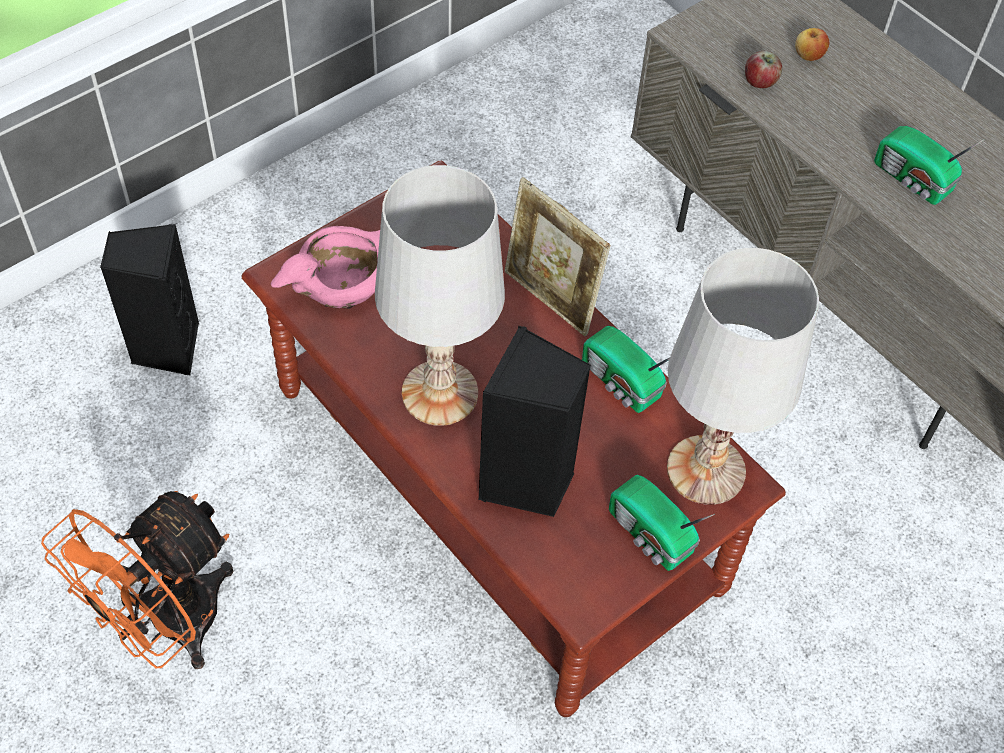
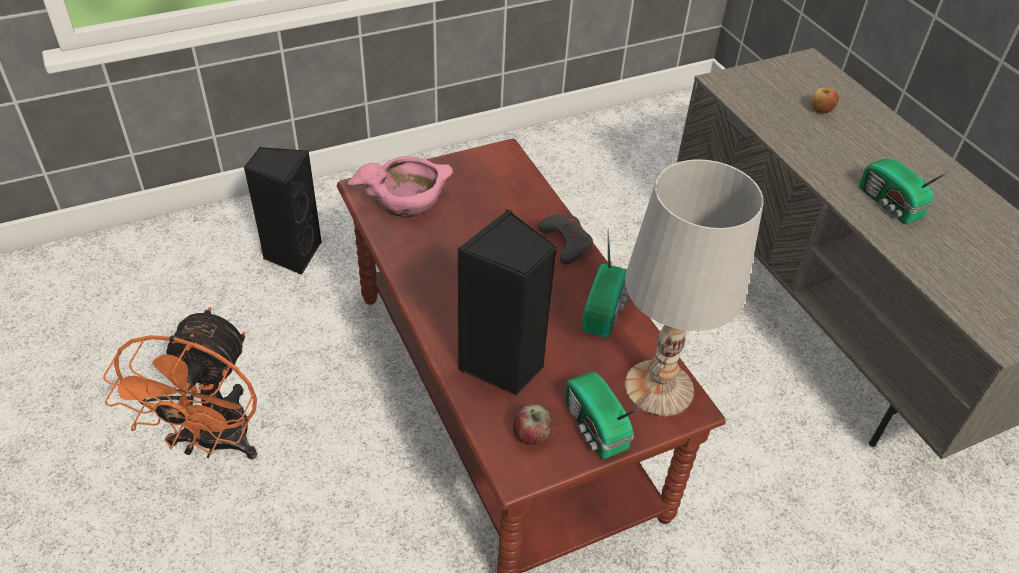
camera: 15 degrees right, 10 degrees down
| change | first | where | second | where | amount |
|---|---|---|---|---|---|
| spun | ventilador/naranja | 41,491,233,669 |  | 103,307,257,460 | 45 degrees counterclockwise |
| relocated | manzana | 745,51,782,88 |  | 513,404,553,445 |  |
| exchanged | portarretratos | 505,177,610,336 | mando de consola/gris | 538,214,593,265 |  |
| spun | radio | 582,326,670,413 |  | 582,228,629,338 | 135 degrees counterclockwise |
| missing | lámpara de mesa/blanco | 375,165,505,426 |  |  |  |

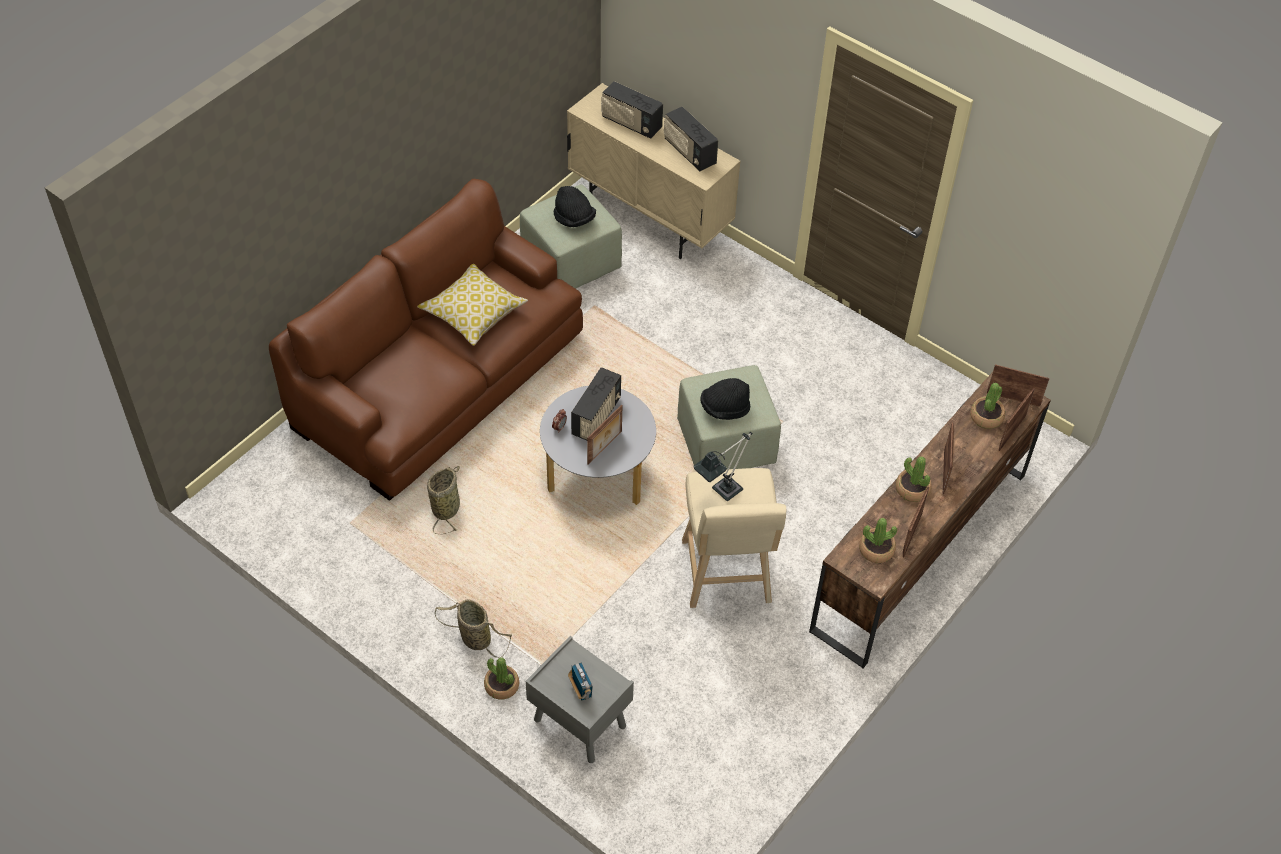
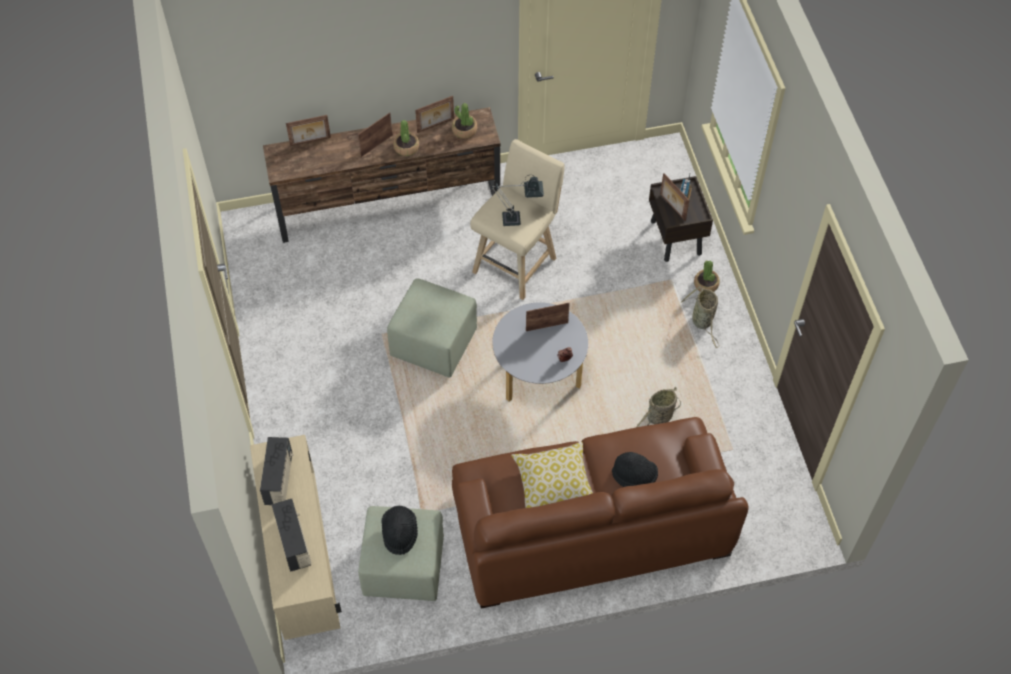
camera: 140 degrees left, 5 degrees up
| change | first | where | second | where | amount |
|---|---|---|---|---|---|
| relocated | sombrero/negro | 700,378,750,420 |  | 612,452,658,487 |  |
| colour | mesita de noche/gris | 526,636,634,763 | mesita de noche/marrón | 649,176,713,262 |  |
| relocated | portarretratos | 987,364,1050,407 |  | 660,173,689,221 |  |
| missing | radio | 571,367,621,440 |  |  |  |
| missing | planta en maceta | 970,383,1005,429 |  |  |  |

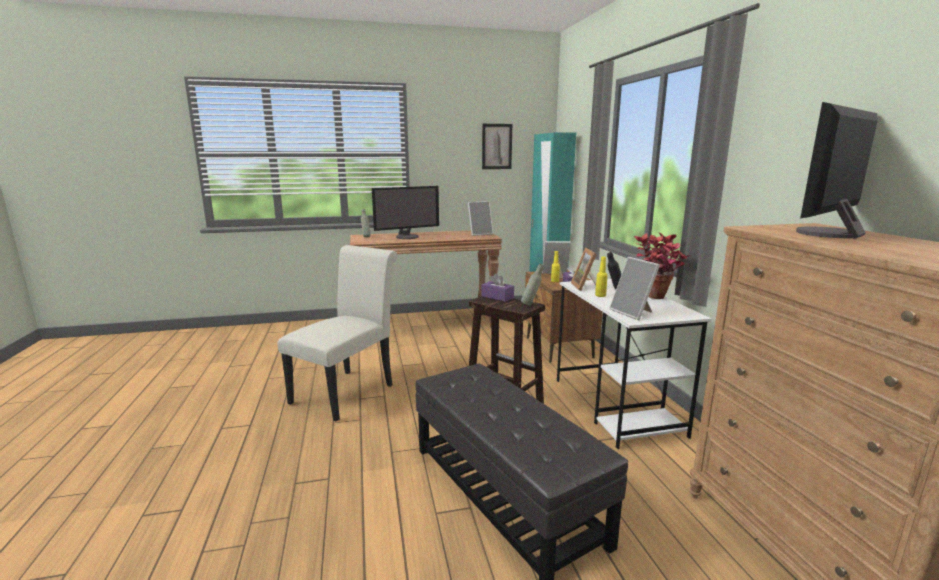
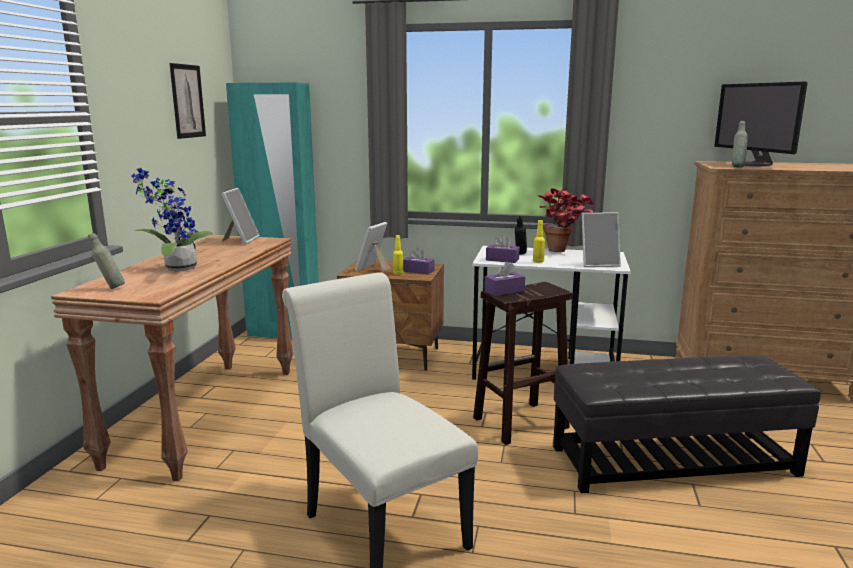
camera: 65 degrees left, 0 degrees up
| change | first | where | second | where | amount |
|---|---|---|---|---|---|
| exchanged | monitor | 372,186,439,239 | planta en maceta | 131,168,213,272 |  |
| exchanged | portarretratos | 571,248,597,291 | caja de pañuelos/morado | 486,235,520,263 |  |
| relocated | botella/gris | 521,264,544,306 |  | 732,121,748,168 |  |

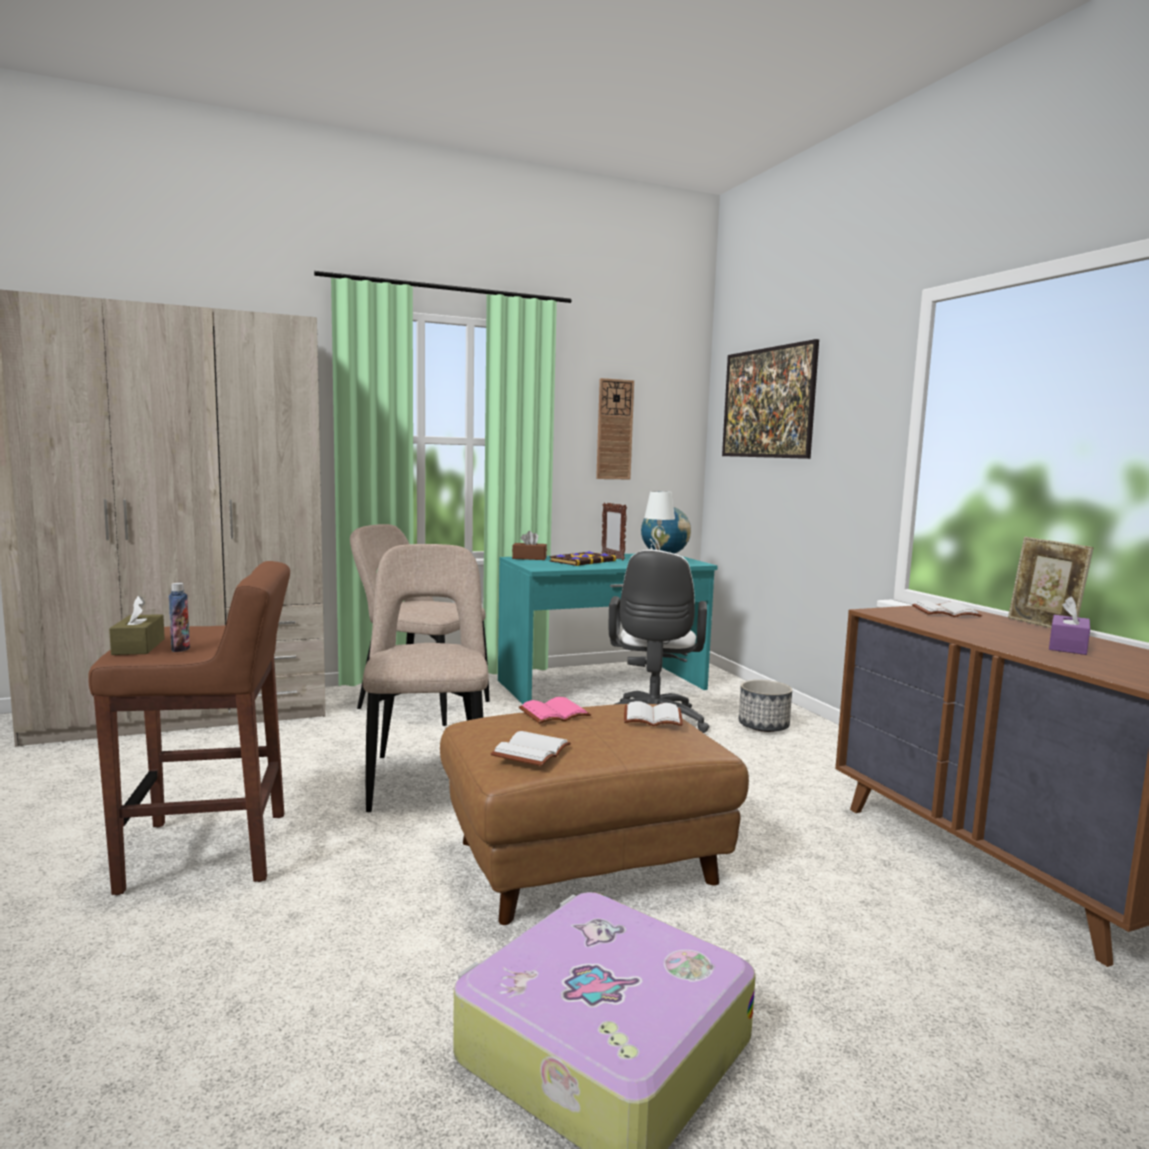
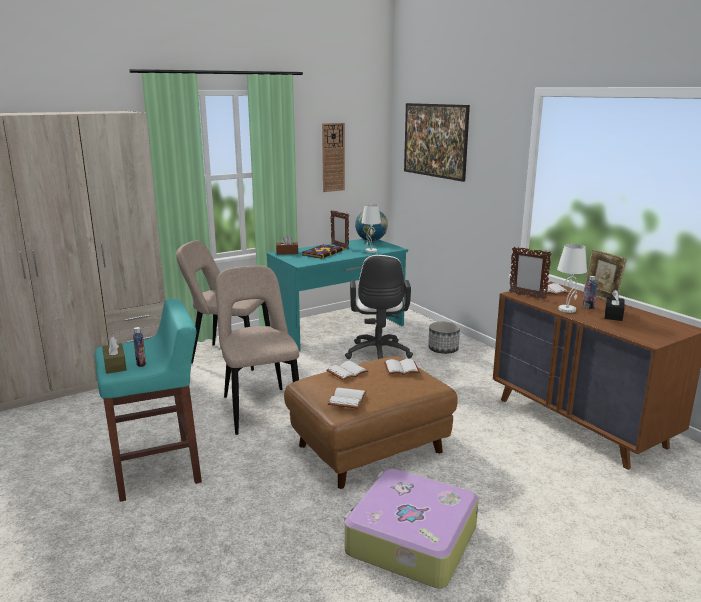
camera: 10 degrees left, 10 degrees up
| change | first | where | second | where | amount |
|---|---|---|---|---|---|
| colour | taburete/marrón | 88,561,290,895 | taburete/turquesa | 95,299,202,502 |  |
| colour | libro/rosa | 519,697,591,724 | libro/blanco | 327,361,368,380 |  |
| appeared |  |  | portarretratos | 509,247,552,299 |  |
| appeared |  |  | lámpara de mesa/blanco | 557,244,587,313 |  |
| appeared |  |  | botella | 583,276,597,309 |  |
| colour | caja de pañuelos/morado | 1049,596,1090,655 | caja de pañuelos/negro | 605,290,625,321 |  |

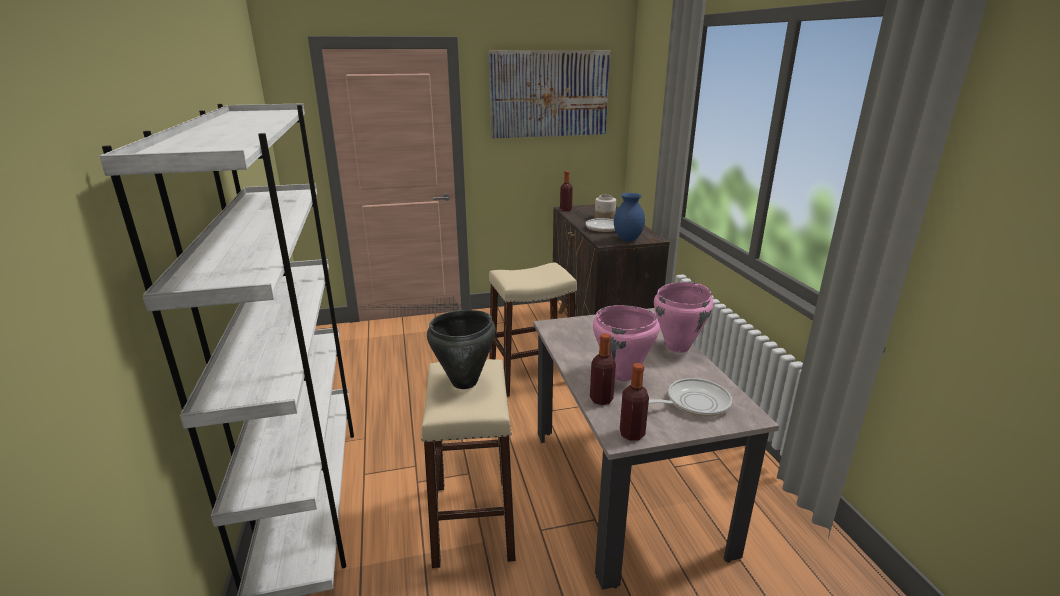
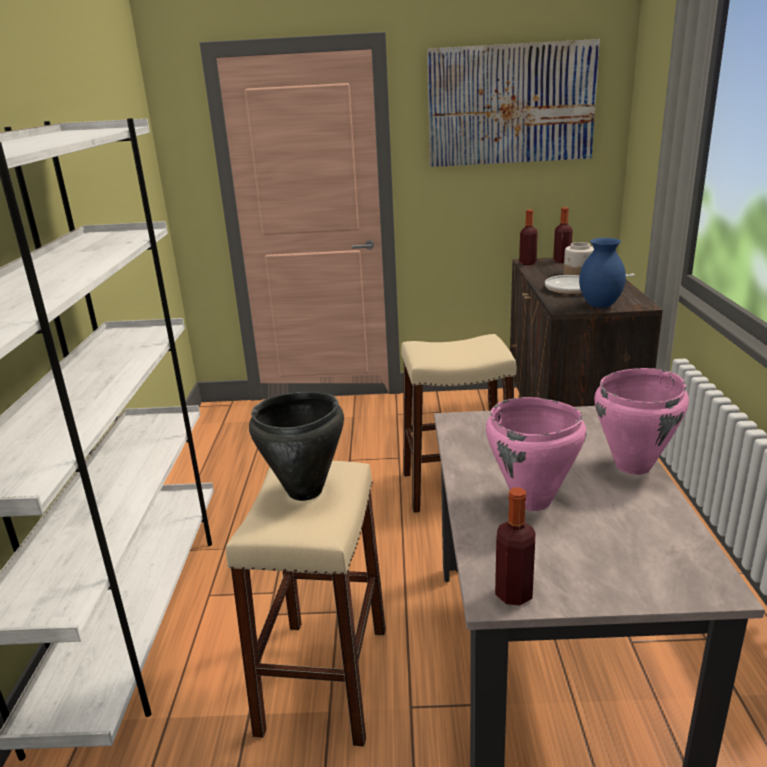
camera: 15 degrees right, 0 degrees up
| change | first | where | second | where | amount |
|---|---|---|---|---|---|
| relocated | botella | 590,333,616,405 |  | 553,207,573,263 |  |
| missing | sartén | 649,378,732,417 |  |  |  |

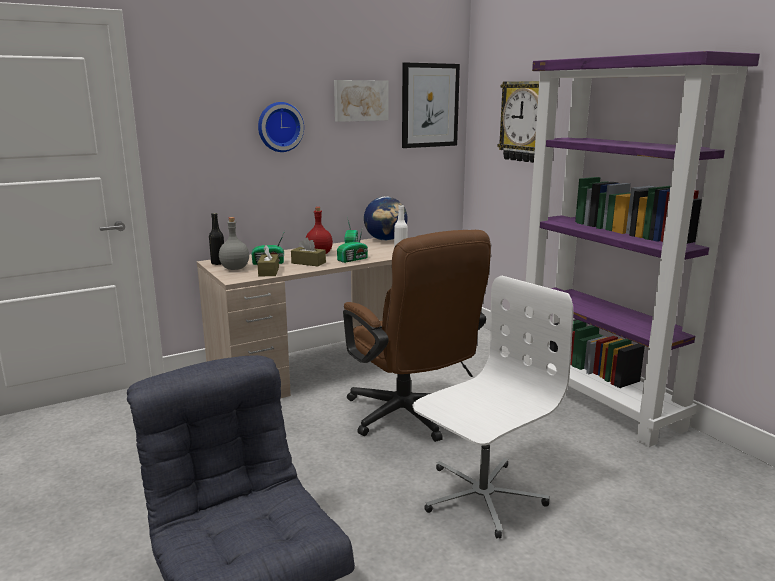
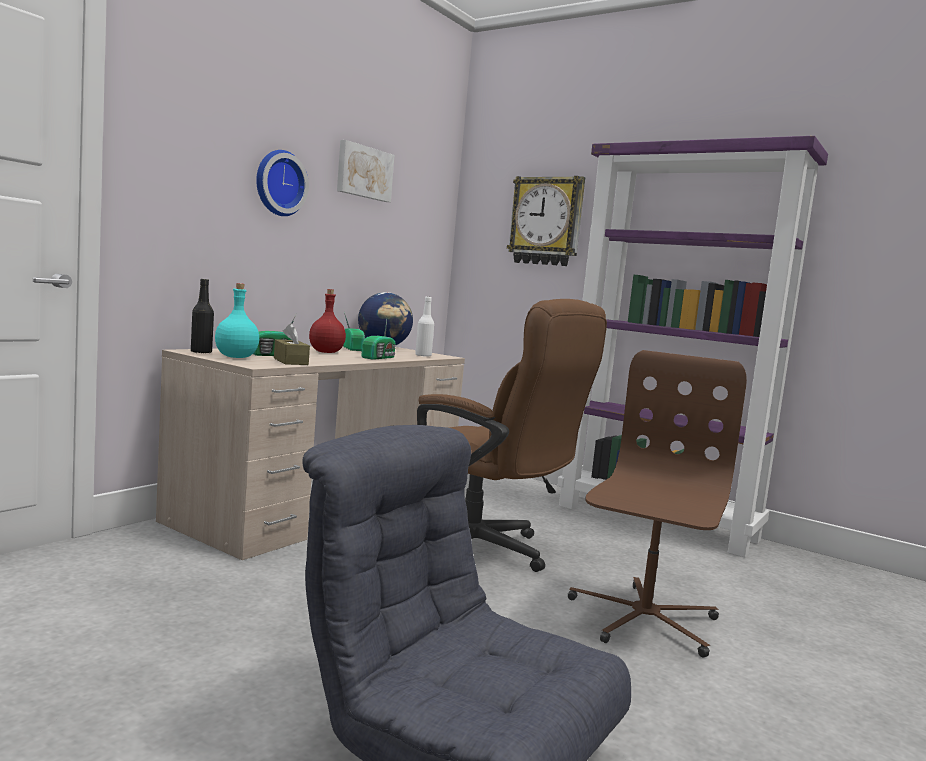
camera: 25 degrees left, 10 degrees down
| change | first | where | second | where | amount |
|---|---|---|---|---|---|
| colour | botella/gris | 219,217,249,270 | botella/turquesa | 215,283,259,358 |  |
| colour | silla de oficina/blanco | 412,276,573,539 | silla de oficina/marrón | 568,350,747,658 |  |
| missing | caja de pañuelos/marrón | 291,238,326,266 |  |  |  |
| missing | cuadro | 402,63,460,148 |  |  |  |

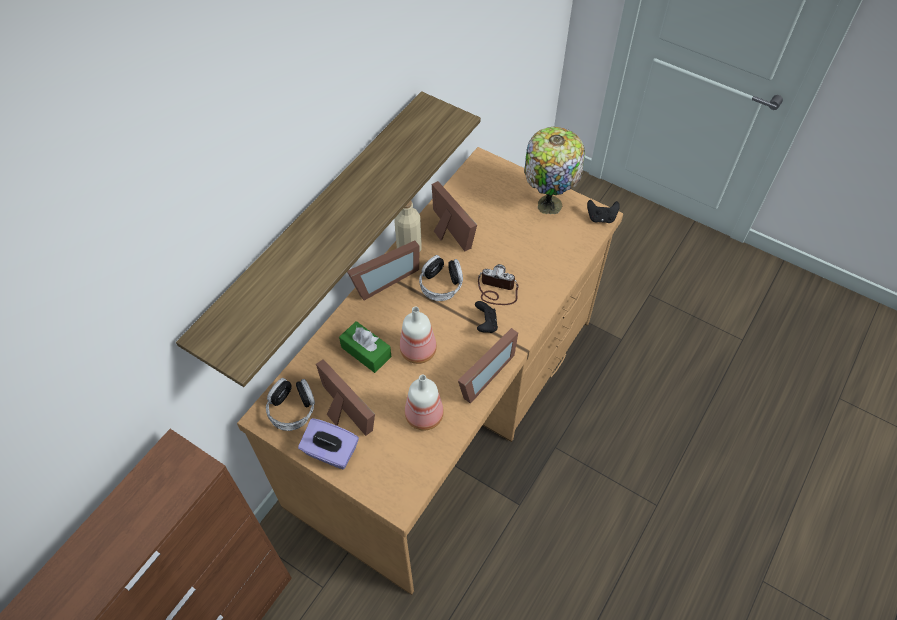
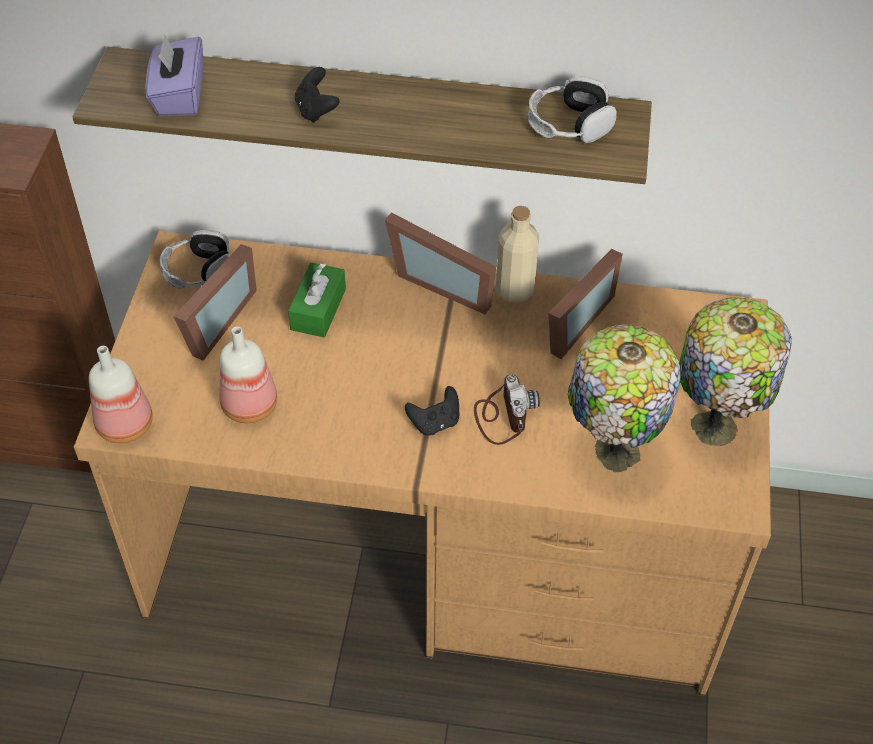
camera: 65 degrees right, 5 degrees down
| change | first | where | second | where | amount |
|---|---|---|---|---|---|
| relocated | botella | 400,306,437,364 |  | 89,346,153,444 |  |
| relocated | caja de pañuelos/morado | 298,418,359,470 |  | 145,34,203,116 |  |
| relocated | mando de consola/negro | 587,200,620,223 |  | 295,67,339,123 |  |
| relocated | auriculares | 419,255,463,301 |  | 528,76,617,143 |  |
| appeared |  |  | lámpara de mesa | 568,324,681,473 |  |
| missing | portarretratos | 458,328,518,404 |  |  |  |

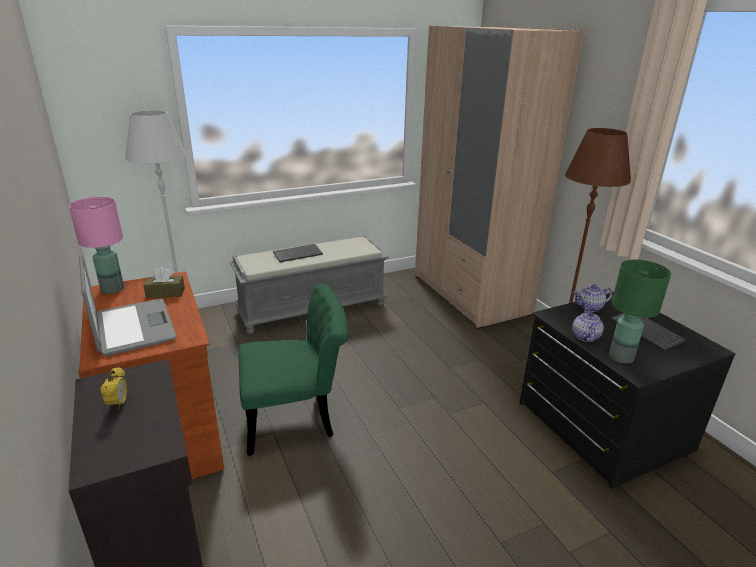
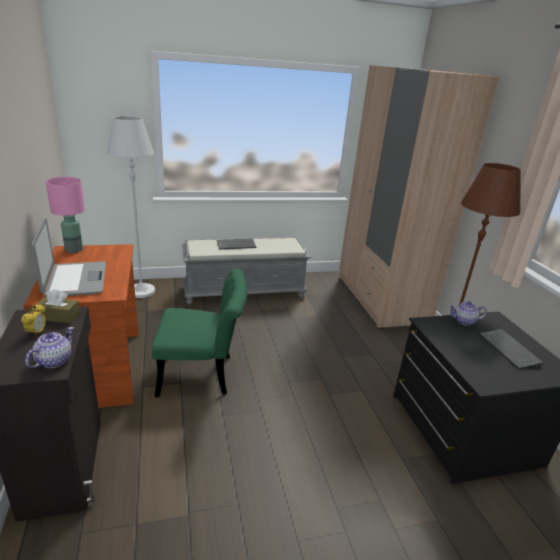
camera: 10 degrees right, 0 degrees up
| change | first | where | second | where | amount |
|---|---|---|---|---|---|
| relocated | tetera | 572,308,604,342 |  | 25,327,74,368 |  |
| relocated | caja de pañuelos/marrón | 143,267,185,298 |  | 35,289,80,323 |  |
| missing | lámpara de mesa/verde | 609,259,671,364 |  |  |  |

